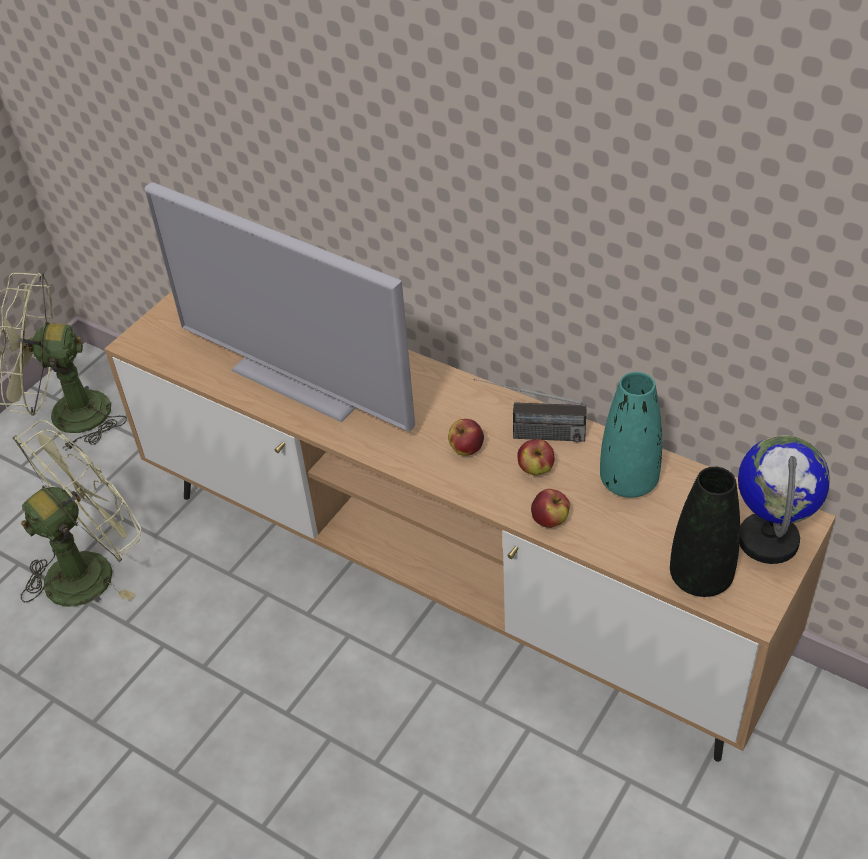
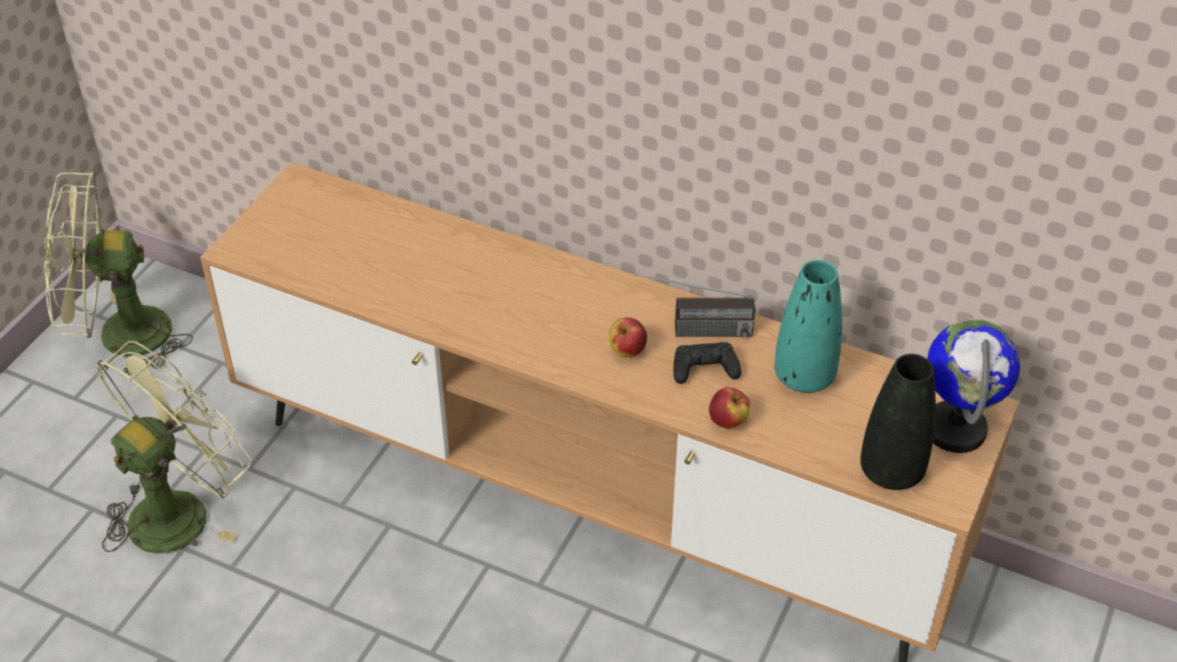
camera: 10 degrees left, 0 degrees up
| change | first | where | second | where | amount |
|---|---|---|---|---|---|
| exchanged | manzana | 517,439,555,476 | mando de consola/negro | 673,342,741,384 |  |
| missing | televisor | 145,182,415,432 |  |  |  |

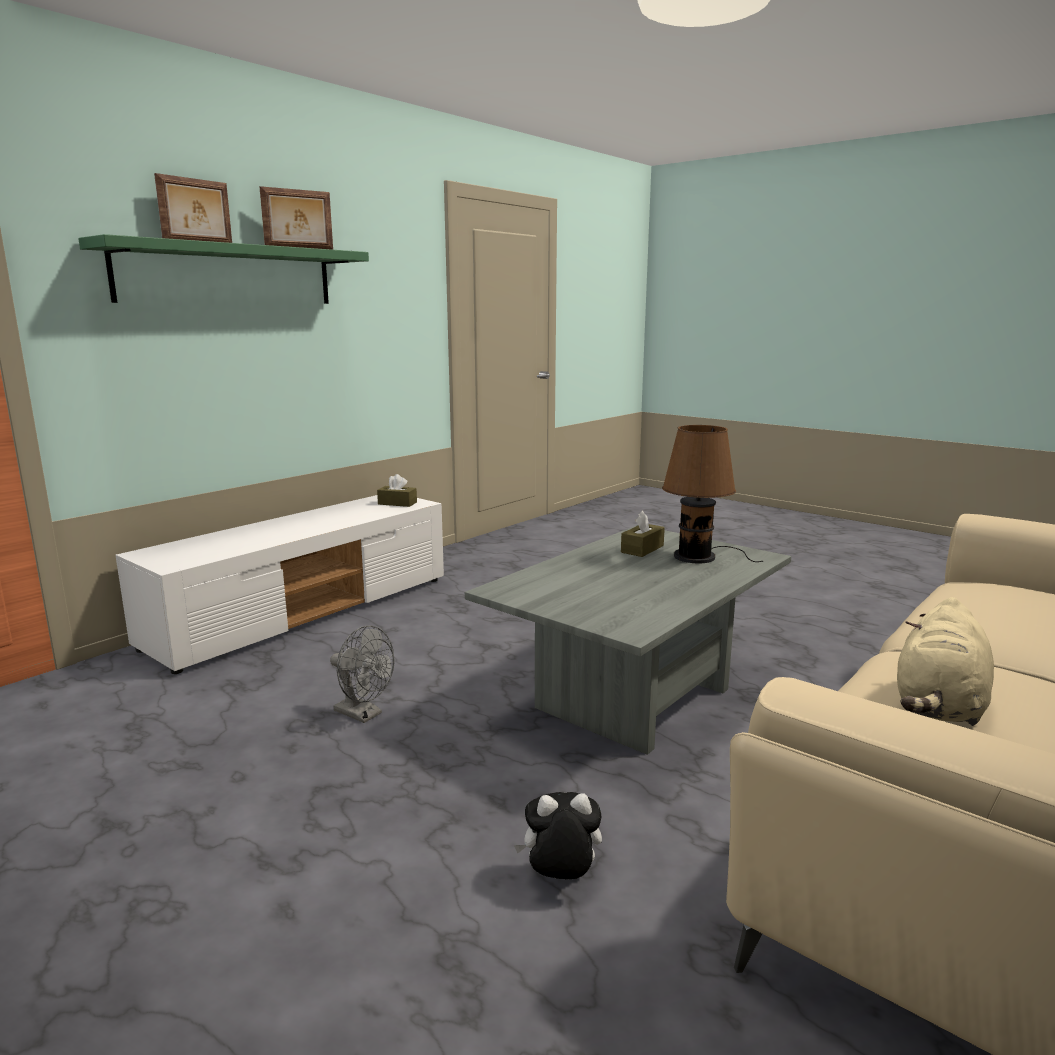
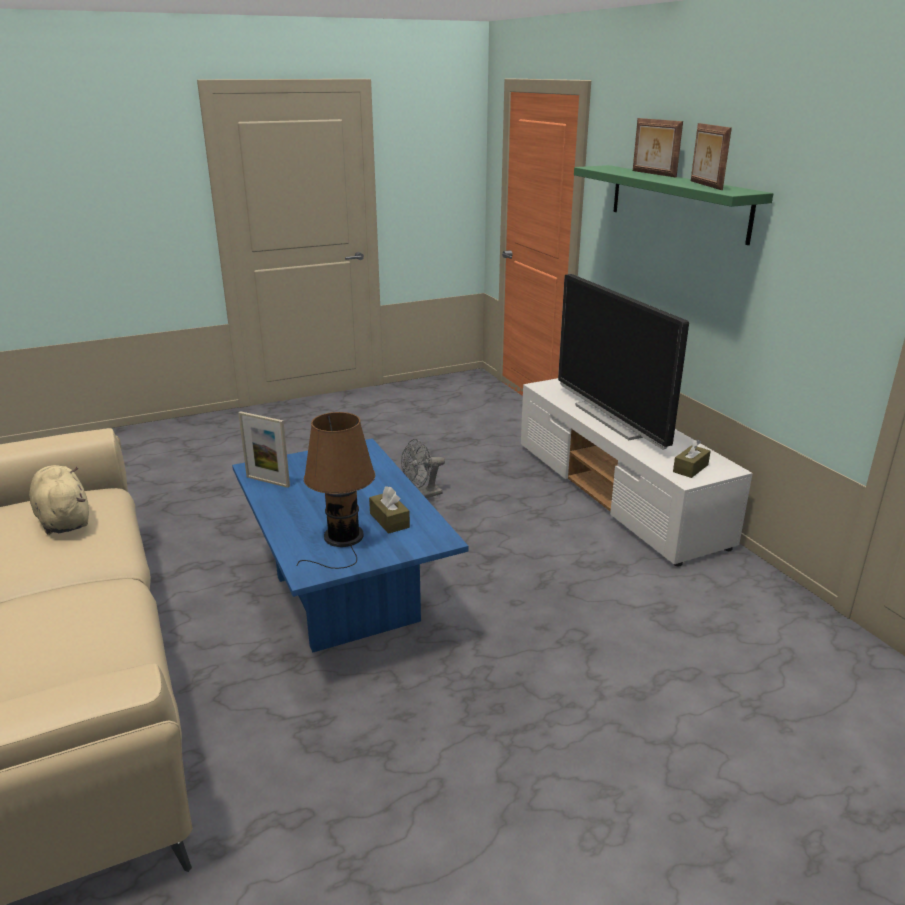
camera: 115 degrees right, 10 degrees up
| change | first | where | second | where | amount |
|---|---|---|---|---|---|
| colour | mesa de centro/gris | 465,525,791,755 | mesa de centro/azul | 232,438,468,652 |  |
| appeared |  |  | portarretratos | 238,411,290,488 |  |
| appeared |  |  | televisor | 558,274,689,450 |  |
| missing | peluche | 514,792,602,879 |  |  |  |

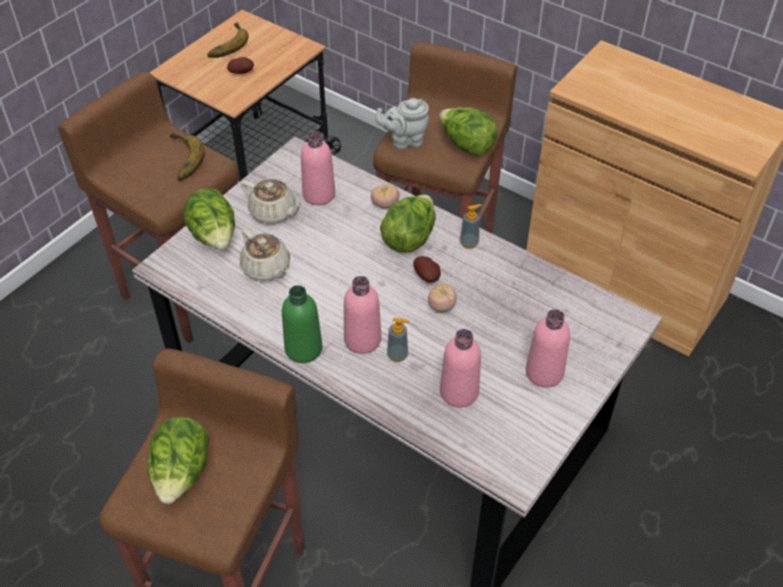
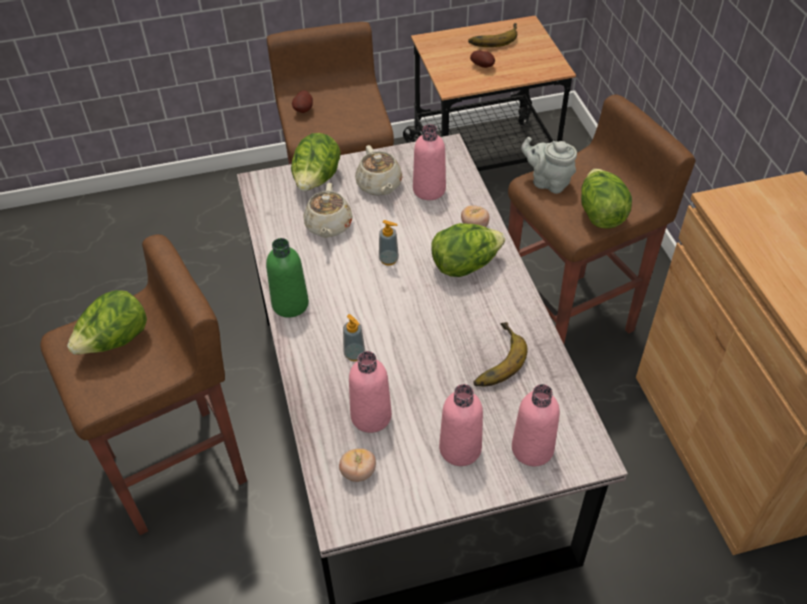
camera: 40 degrees right, 0 degrees up
| change | first | where | second | where | amount |
|---|---|---|---|---|---|
| relocated | patata | 413,256,441,283 |  | 292,90,313,113 |  |
| relocated | tomate | 428,284,457,312 |  | 339,449,376,482 |  |
| relocated | dispensador de jabón | 460,204,482,249 |  | 379,220,399,266 |  |
| relocated | plátano | 170,132,204,181 |  | 473,322,528,387 |  |
| relocated | botella/rosa | 344,276,381,354 |  | 512,384,560,466 |  |

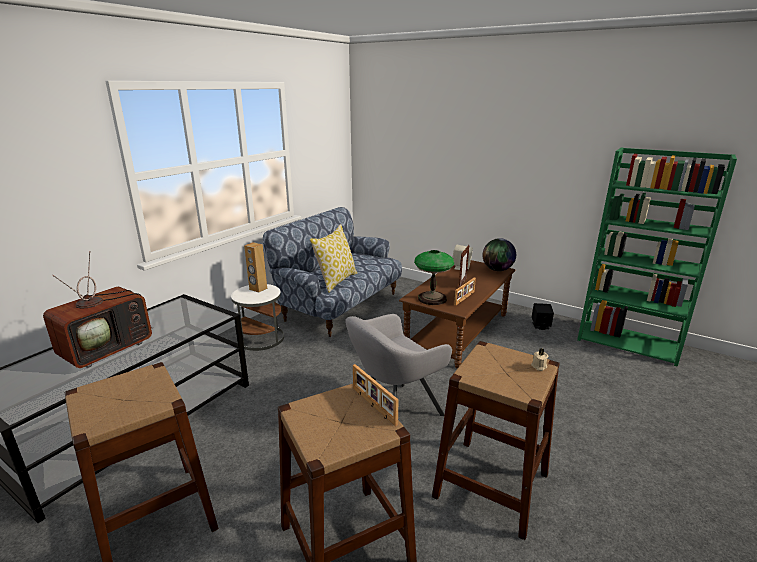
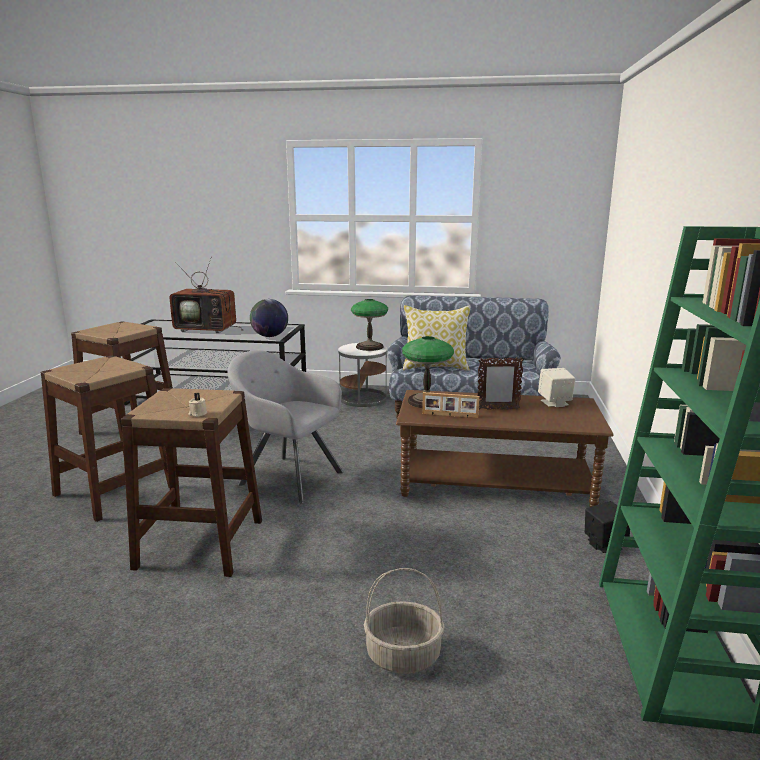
camera: 65 degrees right, 5 degrees down
| change | first | where | second | where | amount |
|---|---|---|---|---|---|
| relocated | globo terráqueo | 483,238,516,271 |  | 250,299,288,337 |  |
| exchanged | altavoz/marrón | 244,242,267,293 | lámpara de mesa | 351,299,388,351 |  |
| appeared |  |  | cesta | 364,568,444,674 |  |
| missing | portarretratos | 353,364,399,426 |  |  |  |

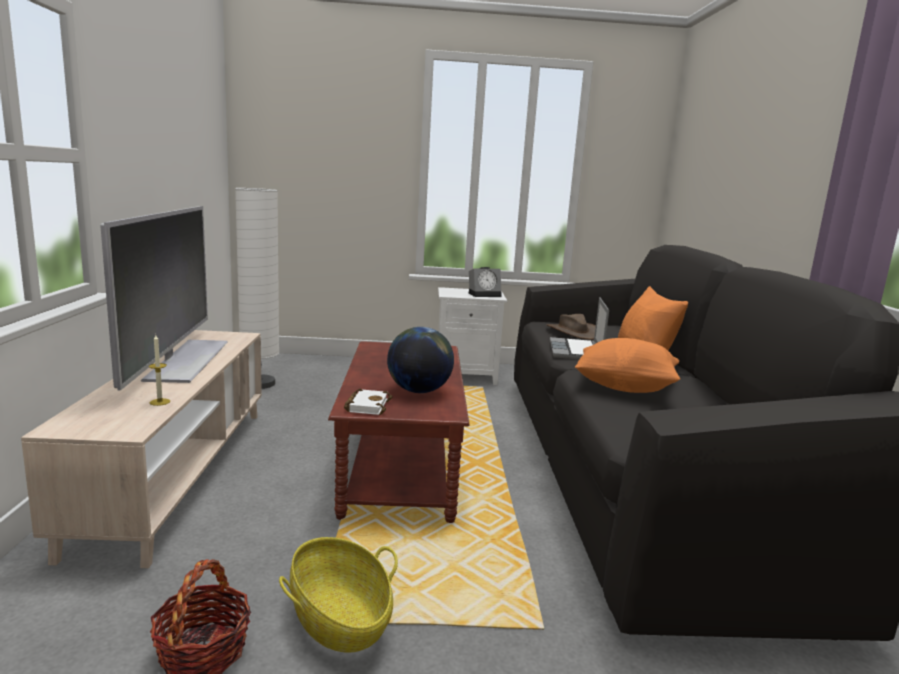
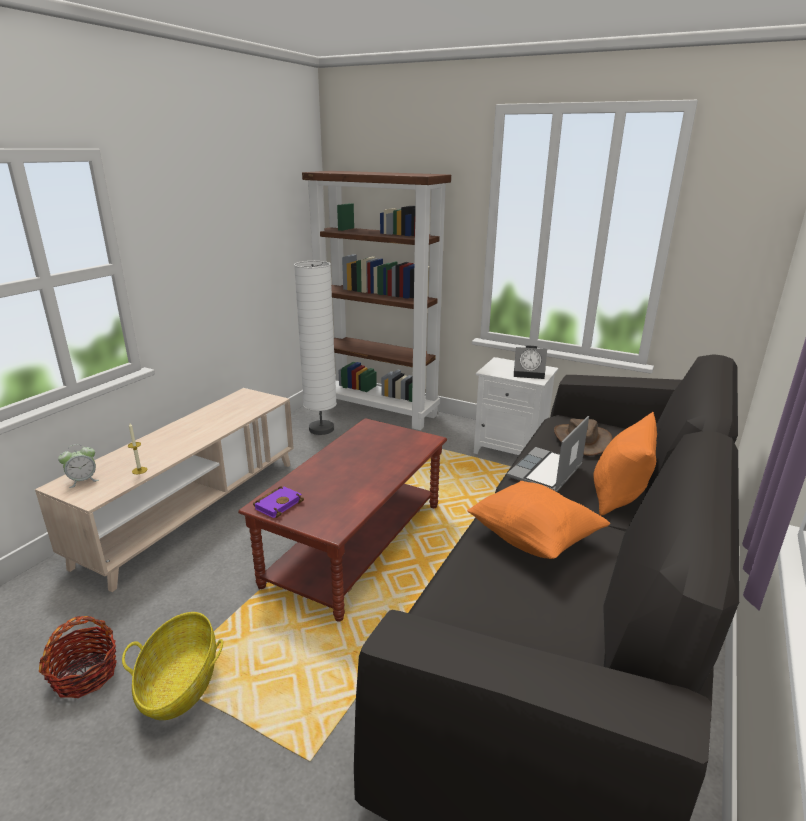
camera: 30 degrees right, 10 degrees up
| change | first | where | second | where | amount |
|---|---|---|---|---|---|
| appeared |  |  | despertador | 58,444,99,488 |  |
| colour | libro/blanco | 344,389,393,415 | libro/morado | 253,486,304,518 |  |
| appeared |  |  | estantería/marrón | 302,171,451,430 |  |
| missing | televisor | 100,206,228,391 |  |  |  |
| missing | globo terráqueo | 387,327,454,393 |  |  |  |

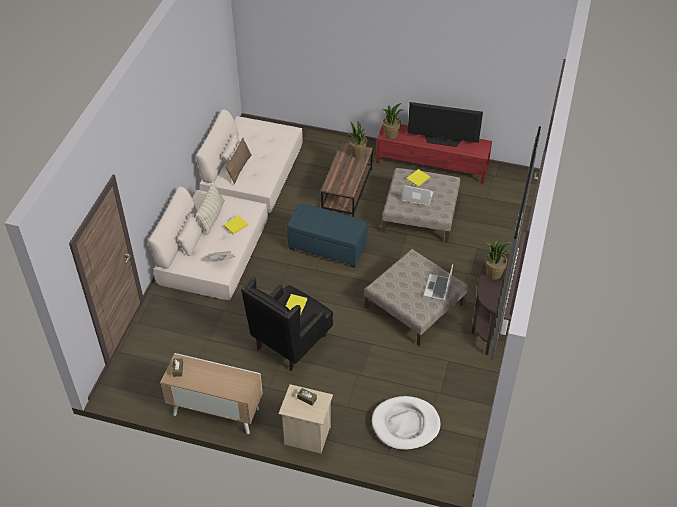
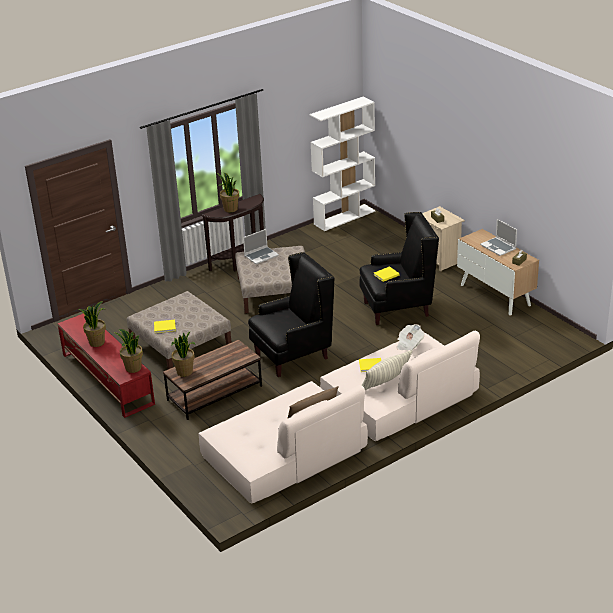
camera: 140 degrees left, 15 degrees down
| change | first | where | second | where | amount |
|---|---|---|---|---|---|
| exchanged | televisor | 408,102,483,147 | planta en maceta | 78,301,106,347 |  |
| exchanged | puf/azul | 287,203,368,268 | sillón/negro | 248,252,335,377 |  |
| appeared |  |  | estantería/blanco | 309,97,375,231 |  |
| relocated | portátil | 403,185,433,206 |  | 480,219,517,256 |  |
| missing | cama para perro/blanco | 372,396,441,450 |  |  |  |

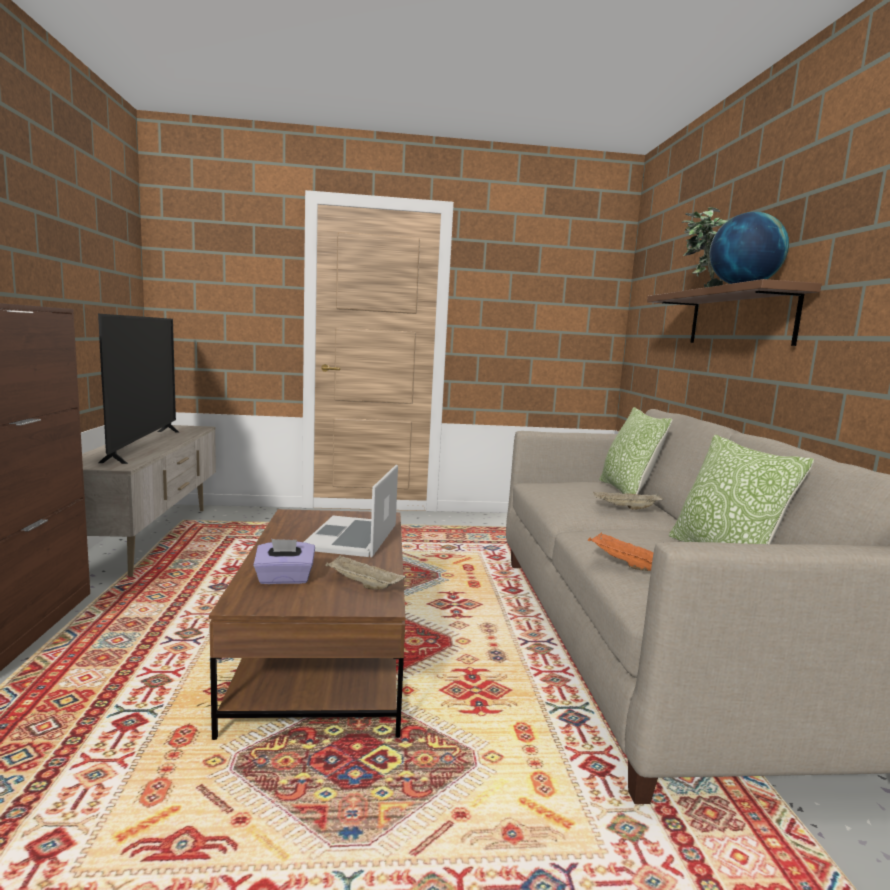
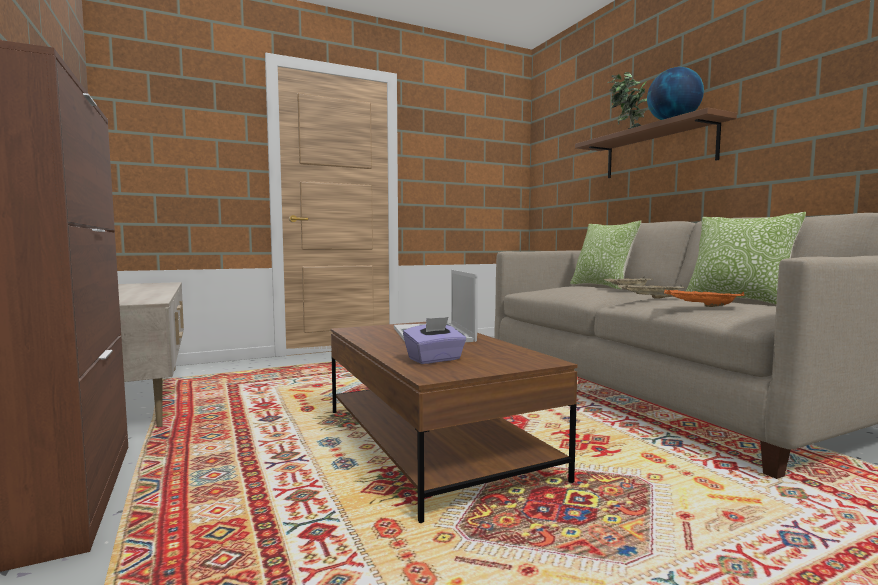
camera: 20 degrees left, 5 degrees down
| change | first | where | second | where | amount |
|---|---|---|---|---|---|
| relocated | bandeja/beis | 326,556,406,590 |  | 618,284,686,299 |  |
| missing | televisor | 98,314,180,464 |  |  |  |

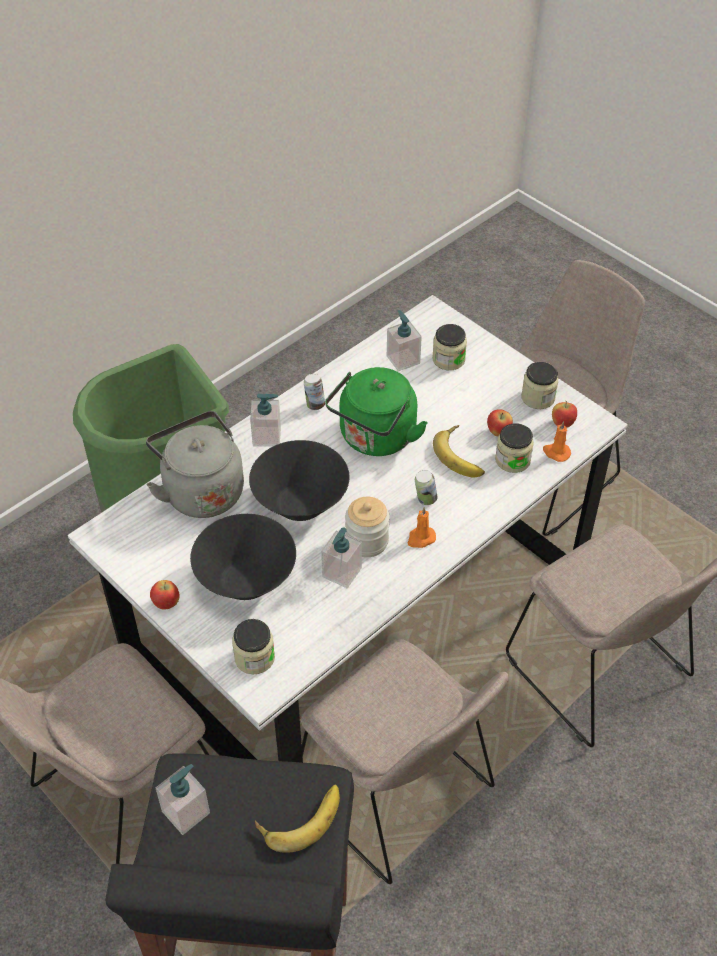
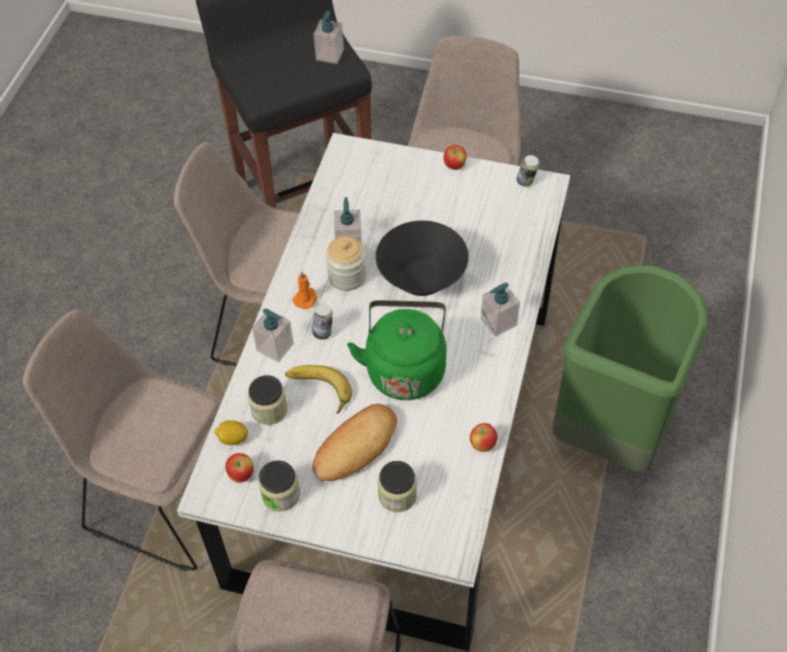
camera: 150 degrees right, 5 degrees up
| change | first | where | second | where | amount |
|---|---|---|---|---|---|
| exchanged | vela/naranja | 543,421,571,462 | limón | 214,420,248,445 |  |
| relocated | dispensador de jabón | 387,310,422,371 |  | 252,309,294,363 |  |
| appeared |  |  | pan | 312,404,397,481 |  |
| relocated | manzana | 487,409,513,436 |  | 470,423,498,452 |  |
| relocated | lata | 304,374,325,410 |  | 517,155,539,187 |  |
| missing | hervidor/gris | 146,411,244,518 |  |  |  |
| missing | cuenco/negro | 190,514,296,600 |  |  |  |
| missing | tarro | 232,619,275,674 |  |  |  |
| missing | plátano | 255,785,340,853 |  |  |  |

